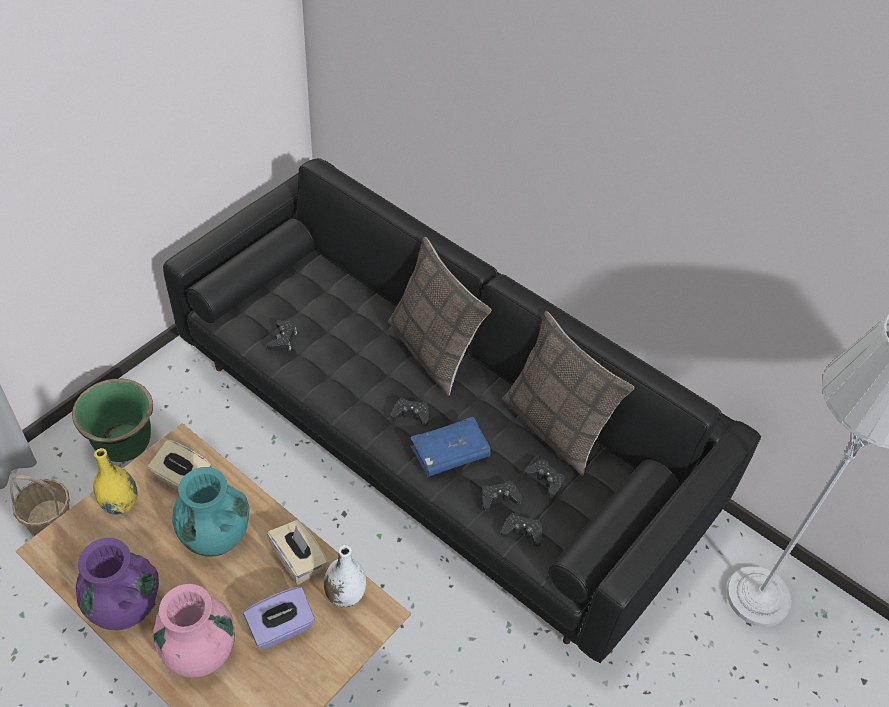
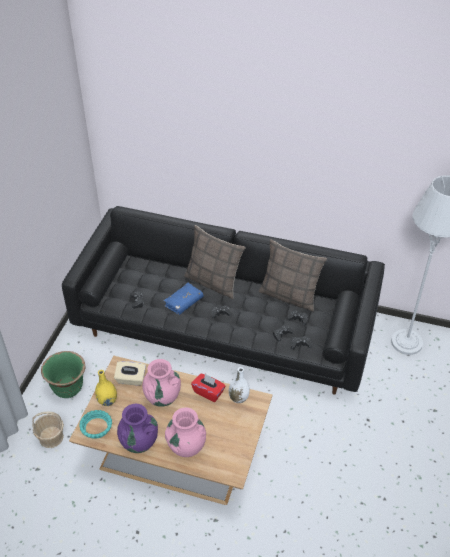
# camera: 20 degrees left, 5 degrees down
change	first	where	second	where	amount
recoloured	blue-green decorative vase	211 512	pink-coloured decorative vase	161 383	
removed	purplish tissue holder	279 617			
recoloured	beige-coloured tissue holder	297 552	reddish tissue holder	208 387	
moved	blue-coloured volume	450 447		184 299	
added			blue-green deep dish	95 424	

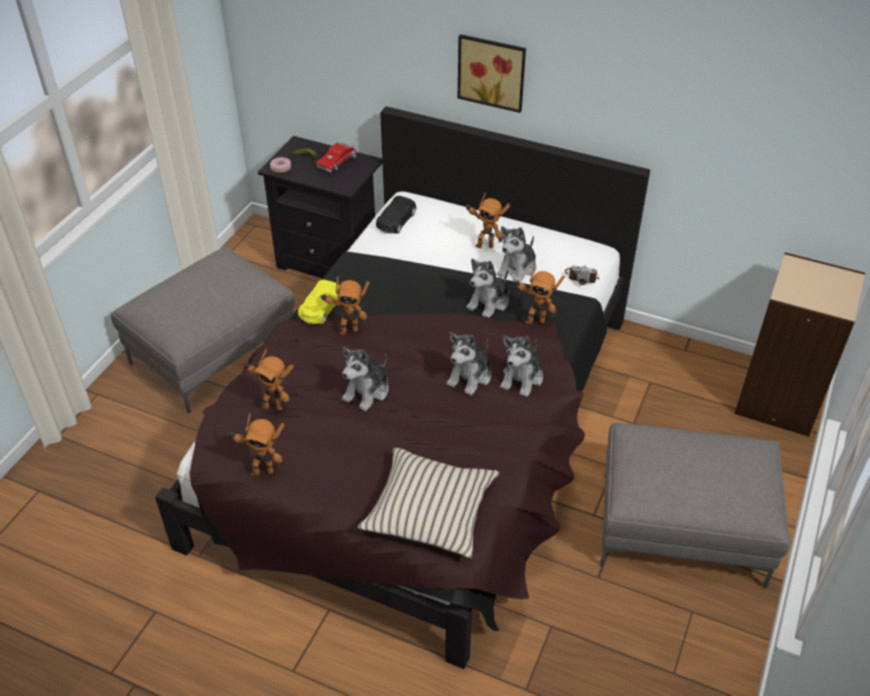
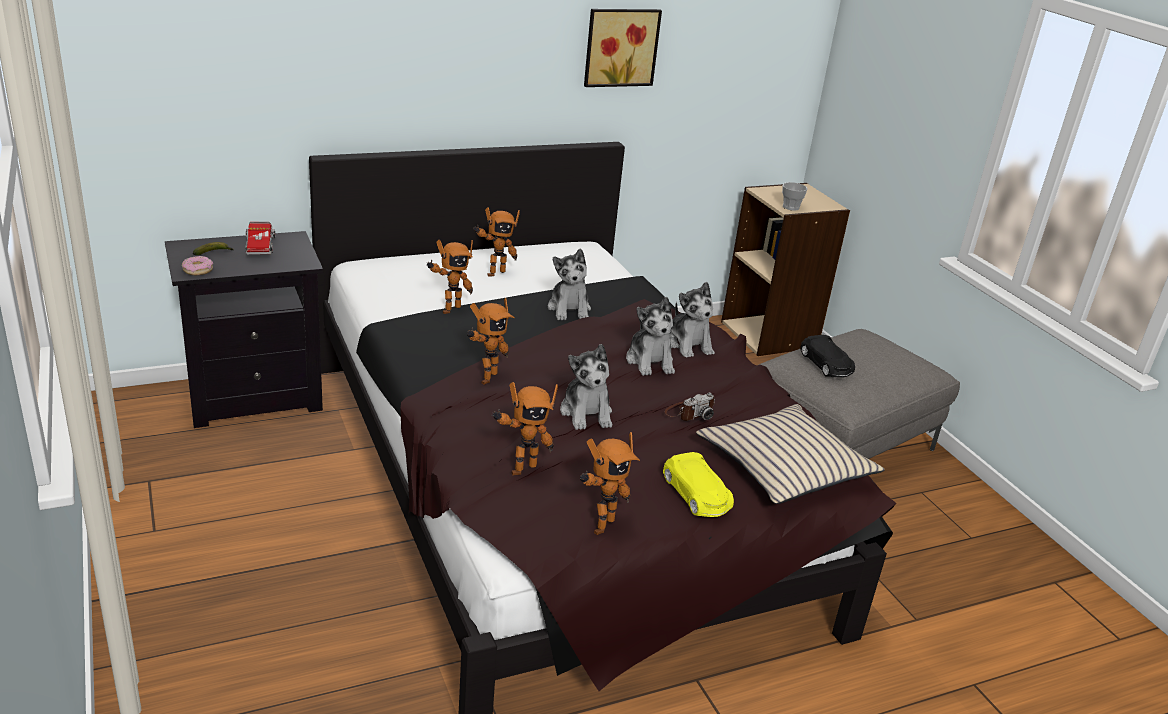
# camera: 50 degrees left, 15 degrees down
change	first	where	second	where	amount
removed	greyish footrest	203 330			
moved	yellow model car	318 302		698 484	
moved	blackish model car	396 215		827 356	
moved	wall art	492 73		623 48	
removed	plush toy	516 254			
moved	robot figure	539 295		449 277	
moved	photo camera	582 275		690 407	
added			small cup	795 196	

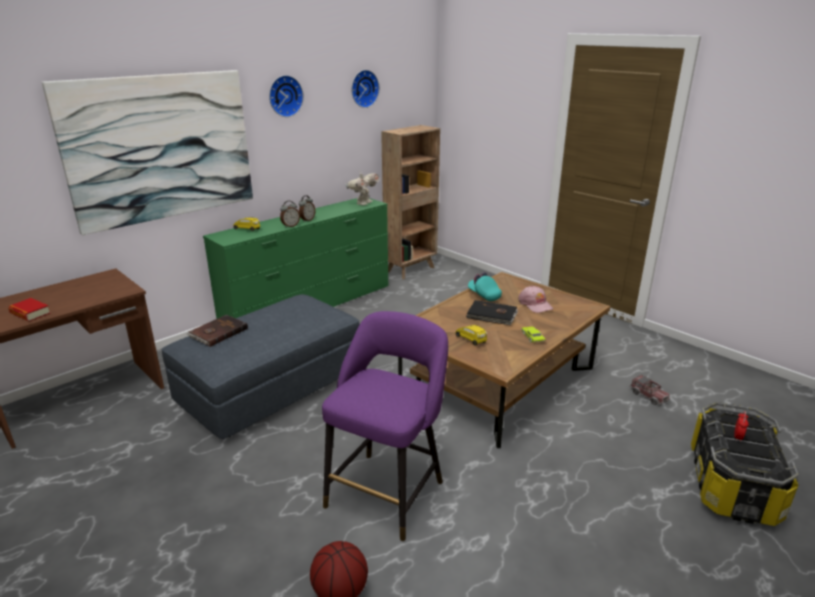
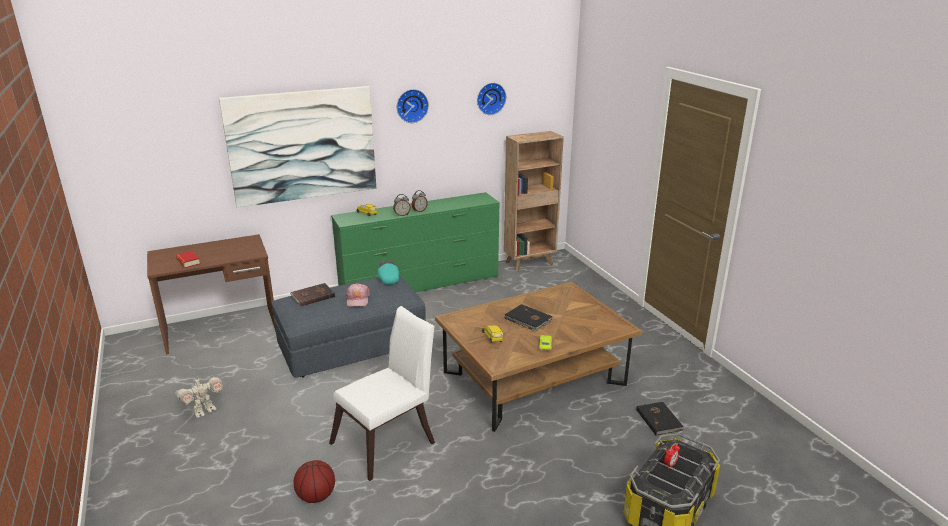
# camera: 20 degrees right, 0 degrees up
change	first	where	second	where	amount
replaced	purplish sitting stool	385 426	white-coloured plain chair	382 393	
moved	robot figure	362 188		199 397	
moved	blue-green baseball cap	485 286		388 272	
moved	pink-coloured baseball cap	535 299		358 295	
replaced	model truck	649 390	blackish volume	660 418	

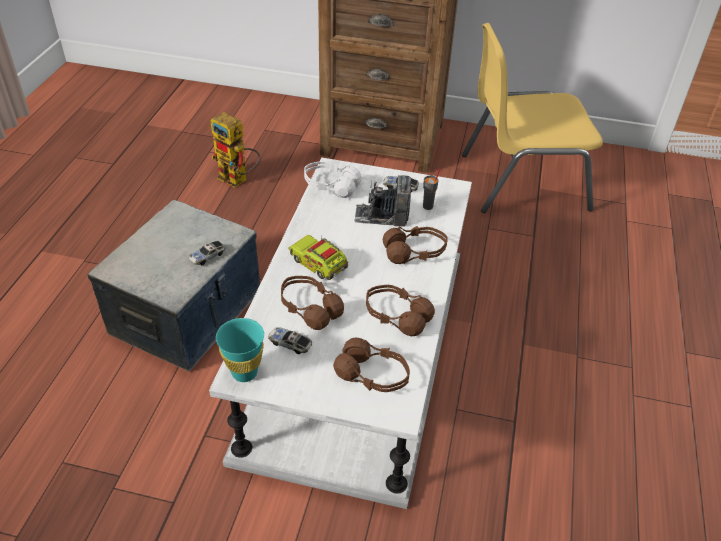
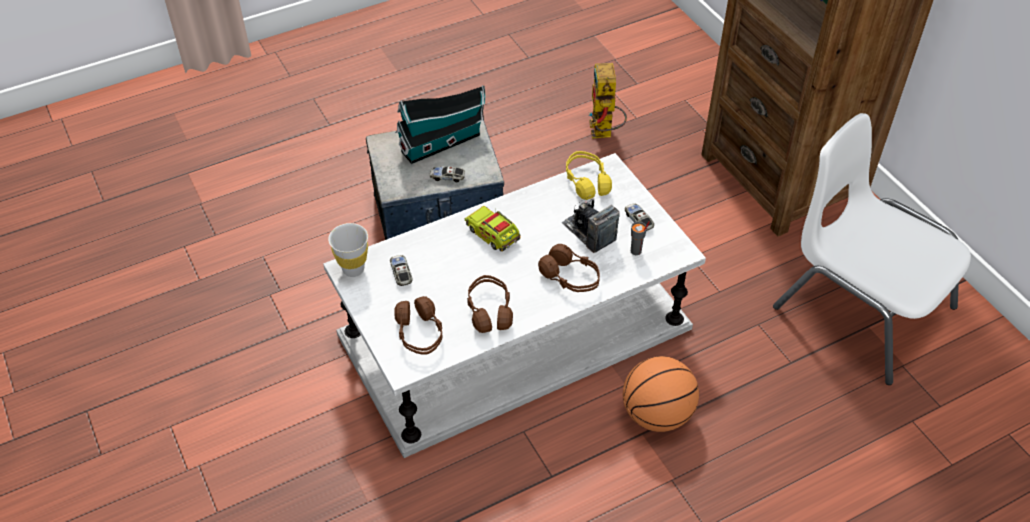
# camera: 50 degrees right, 5 degrees up
change	first	where	second	where	amount
recoloured	blue-green small cup	240 350	white-coloured small cup	348 250	
removed	brownish headphones	312 303			
turned	model truck	318 257		493 229	45 degrees counterclockwise
recoloured	white-coloured headphones	333 179	yellow headphones	589 175	
recoloured	yellow plain chair	532 118	white-coloured plain chair	872 249	
added			toy house	440 124	
added			basketball	661 394	

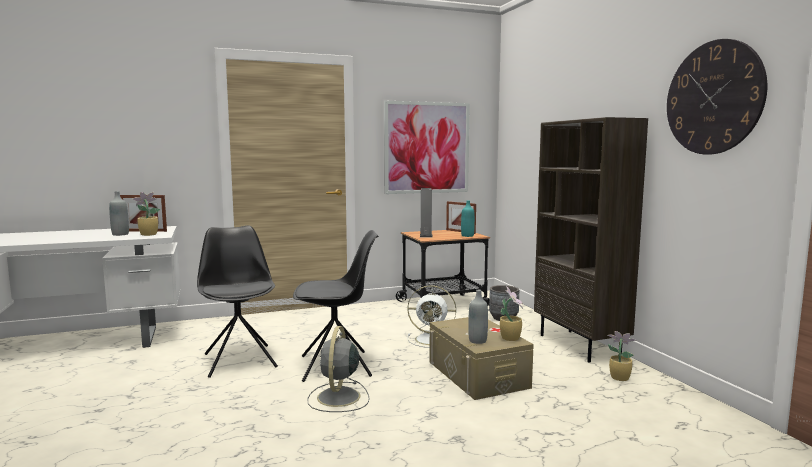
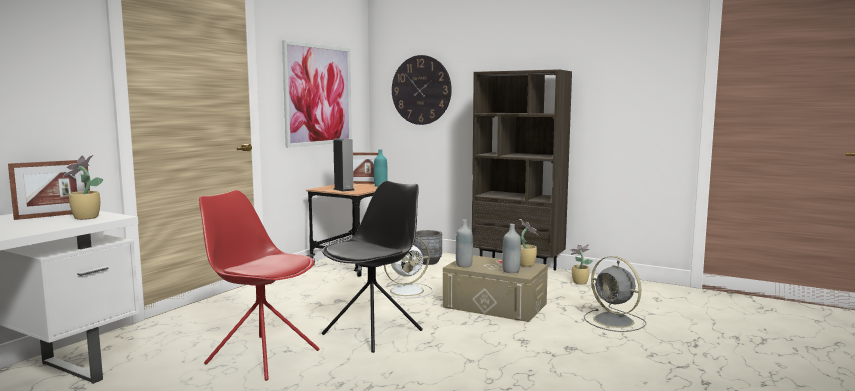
# camera: 40 degrees left, 0 degrees up
change	first	where	second	where	amount
moved	greyish beverage bottle	119 213		464 243	
recoloured	blackish plain chair	237 301	reddish plain chair	259 285	
moved	greyish electric fan	338 369		615 294	
moved	wall clock	717 96		422 90	

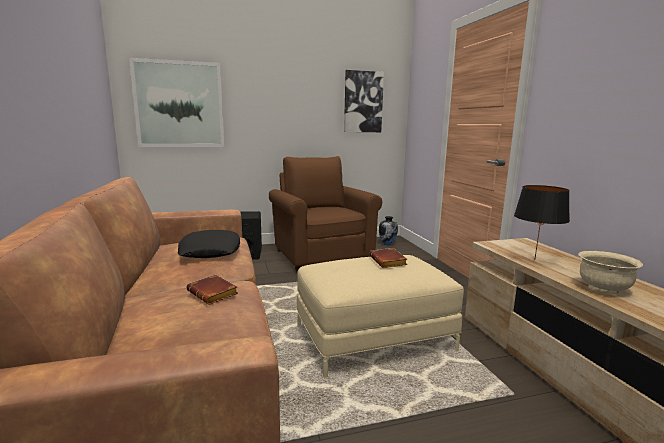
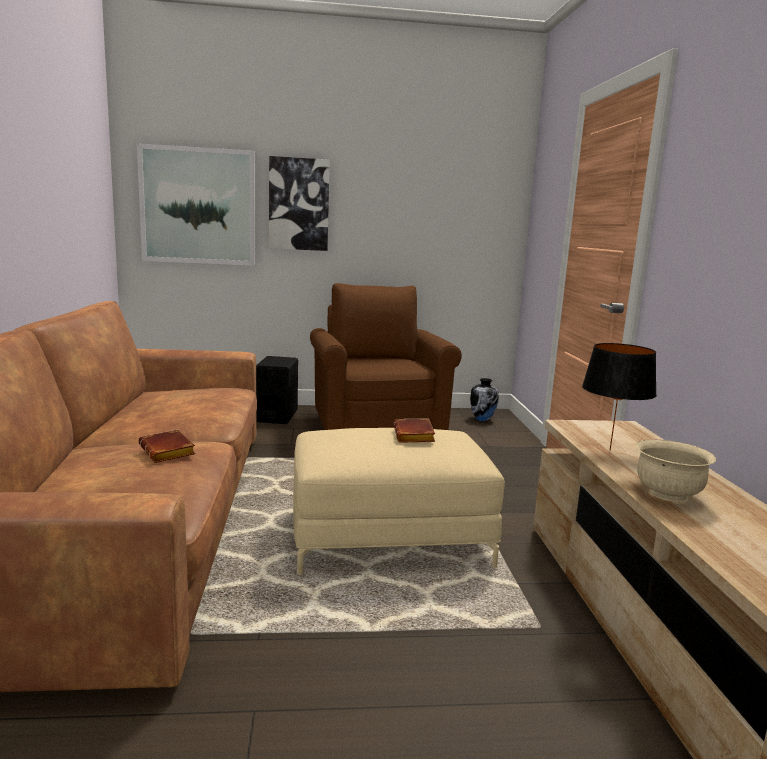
# camera: 10 degrees right, 0 degrees up
change	first	where	second	where	amount
removed	blackish throw pillow	209 244			
moved	wall art	364 101		299 203	

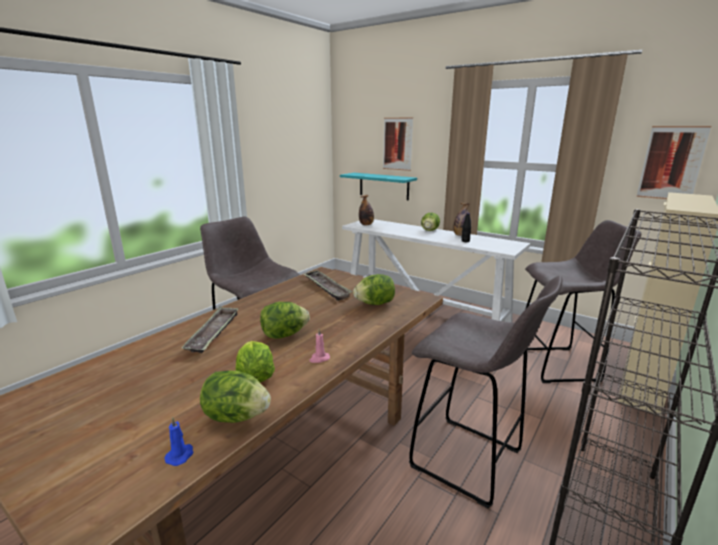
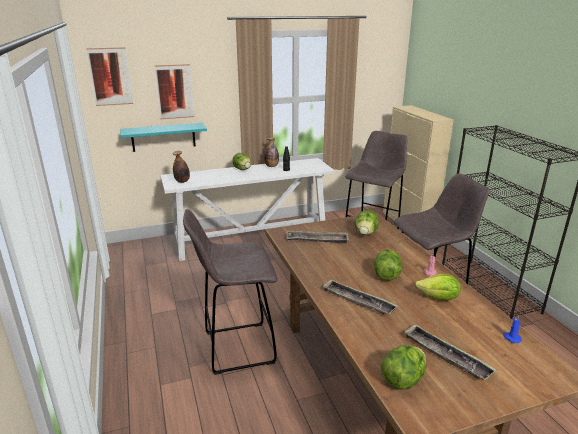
# camera: 55 degrees left, 5 degrees up
change	first	where	second	where	amount
moved	lettuce	235 396		403 367	
moved	wall art	673 162		109 76	
added			serving tray	450 352	

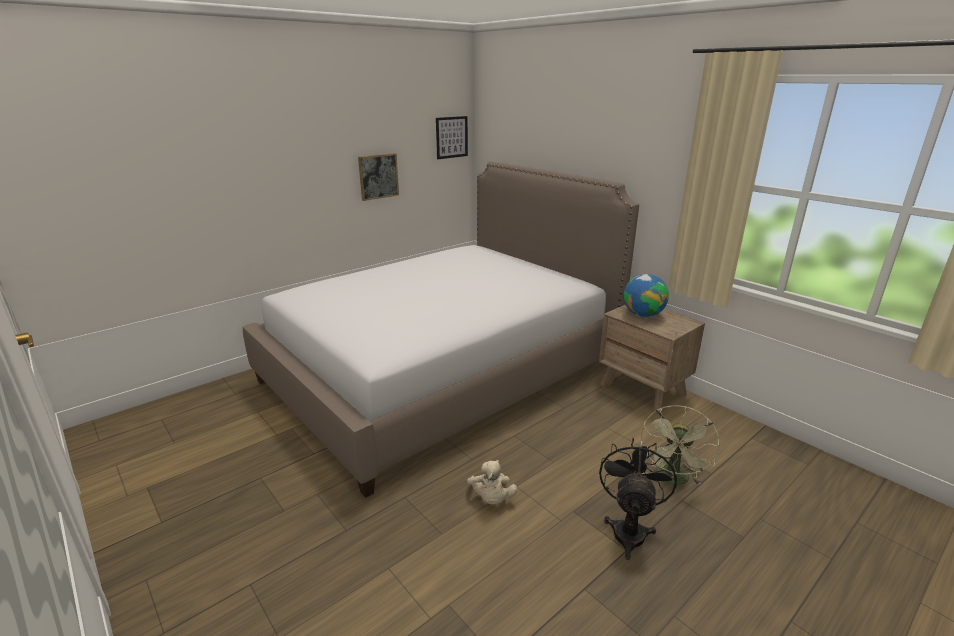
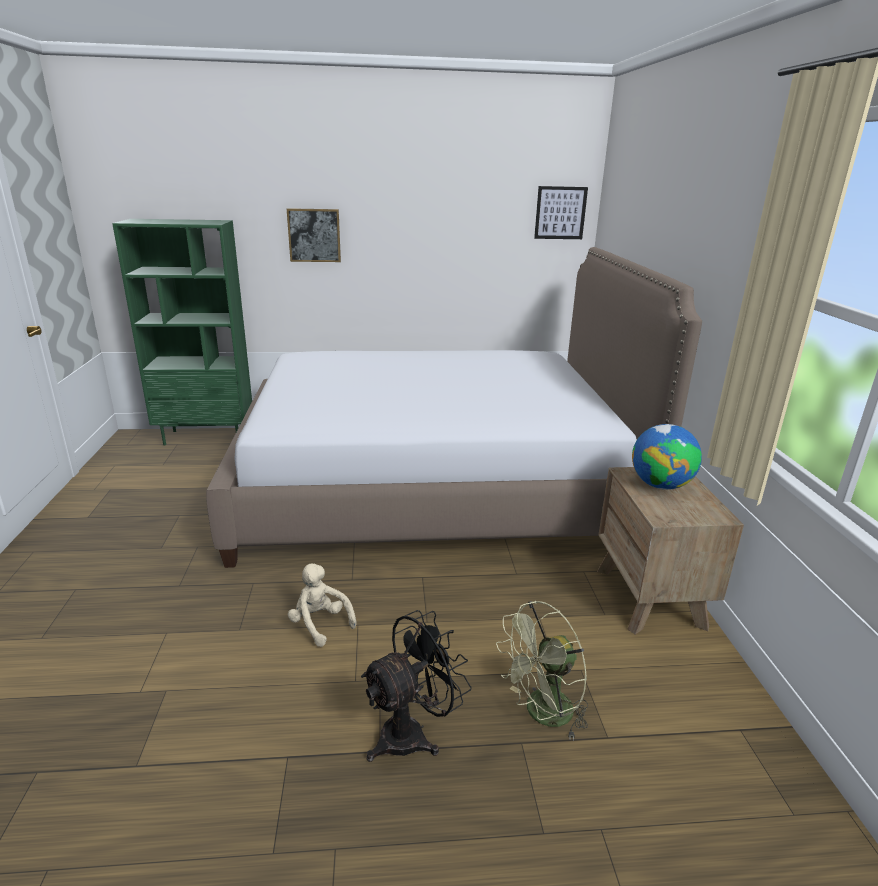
# camera: 35 degrees right, 0 degrees up
change	first	where	second	where	amount
moved	wall art	378 177		314 235	
turned	beige-coloured plush toy	492 482		322 605	105 degrees clockwise
added			greenish shelving unit	182 332	

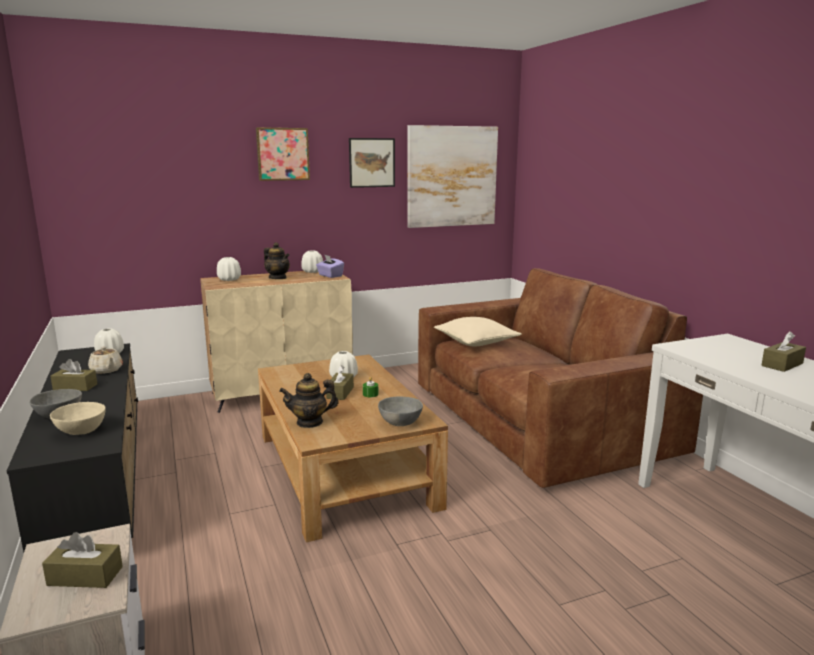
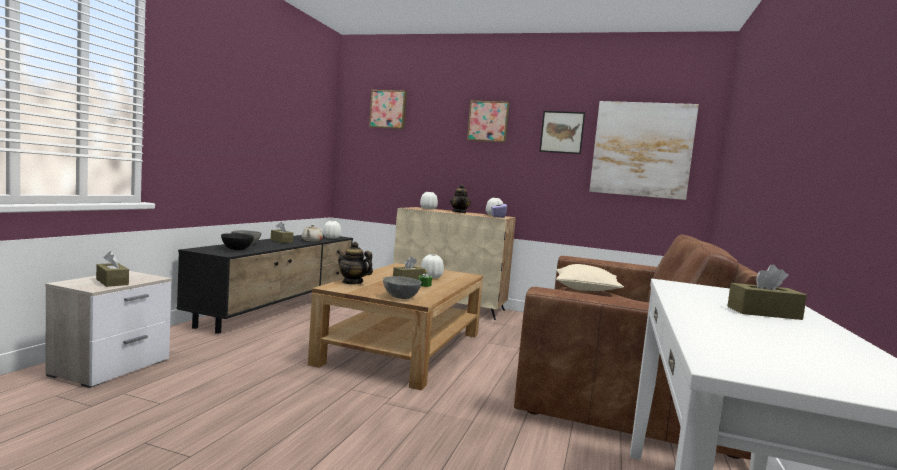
# camera: 40 degrees right, 10 degrees down
change	first	where	second	where	amount
recoloured	beige-coloured deep dish	78 418	blackish deep dish	237 241	
added			wall art	388 109	

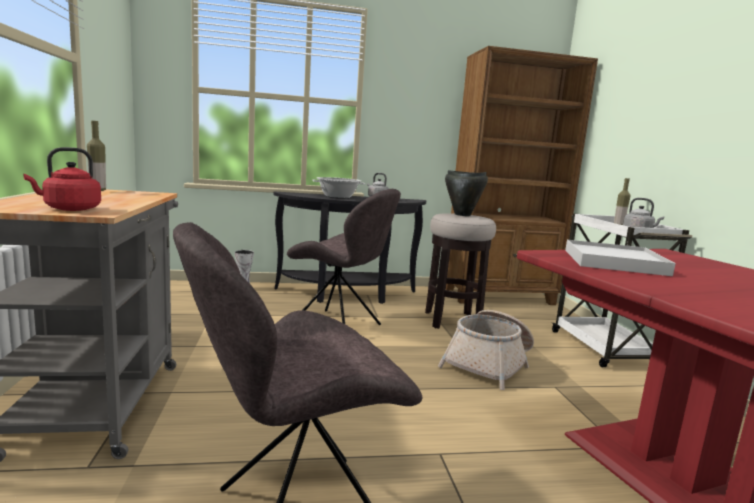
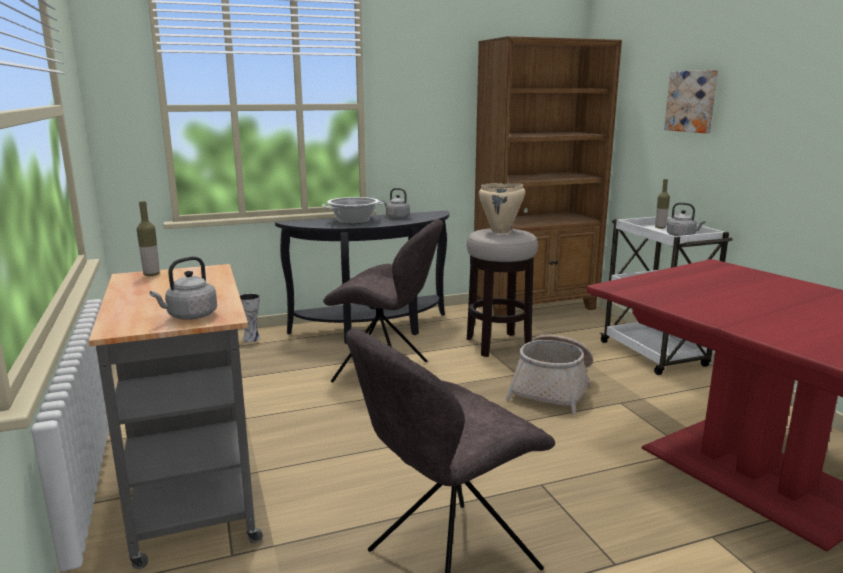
# camera: 10 degrees left, 5 degrees up
change	first	where	second	where	amount
recoloured	reddish kettle	62 179	greyish kettle	183 288	
recoloured	blackish saucepot	466 193	beige-coloured saucepot	502 208	
removed	white-coloured serving tray	620 258			
added			wall art	691 101	

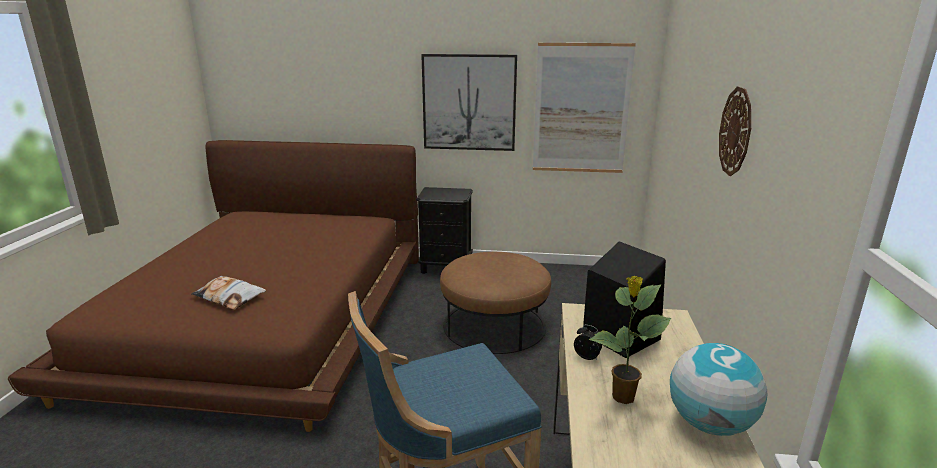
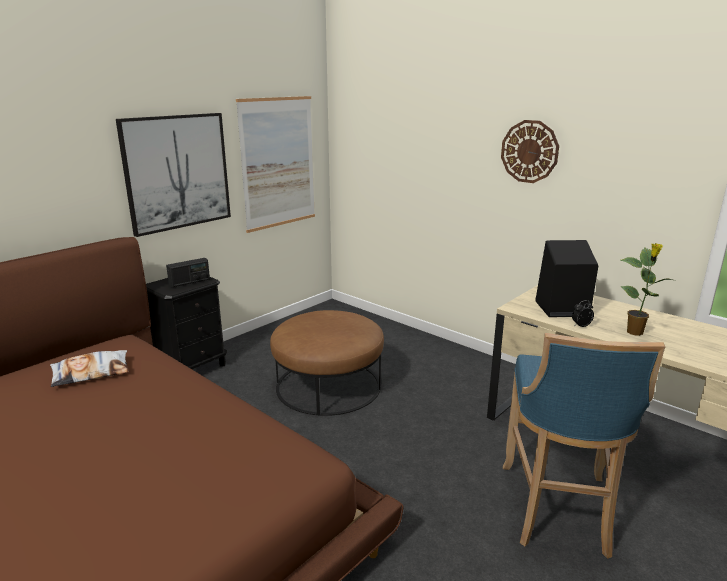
# camera: 55 degrees left, 0 degrees up
change	first	where	second	where	amount
moved	throw pillow	228 293		89 368	
removed	world globe	719 389			
added			radio set	188 272	

